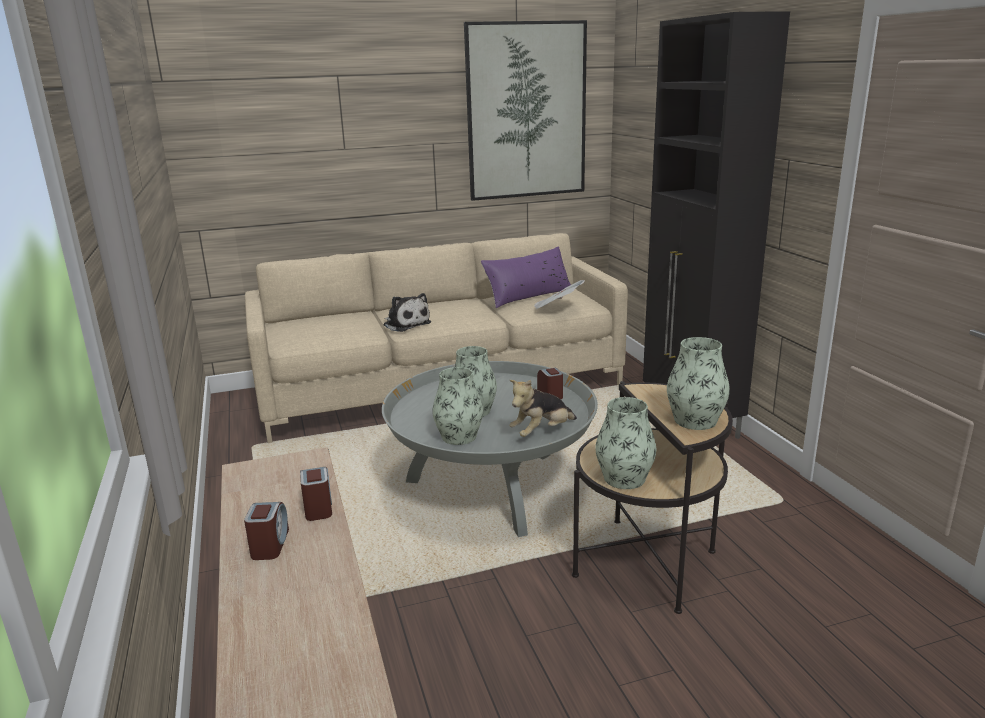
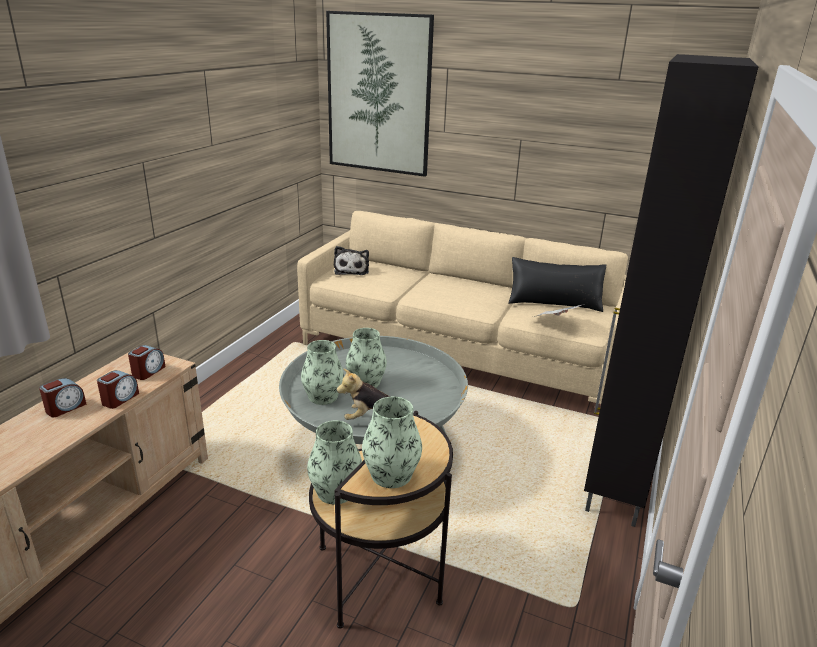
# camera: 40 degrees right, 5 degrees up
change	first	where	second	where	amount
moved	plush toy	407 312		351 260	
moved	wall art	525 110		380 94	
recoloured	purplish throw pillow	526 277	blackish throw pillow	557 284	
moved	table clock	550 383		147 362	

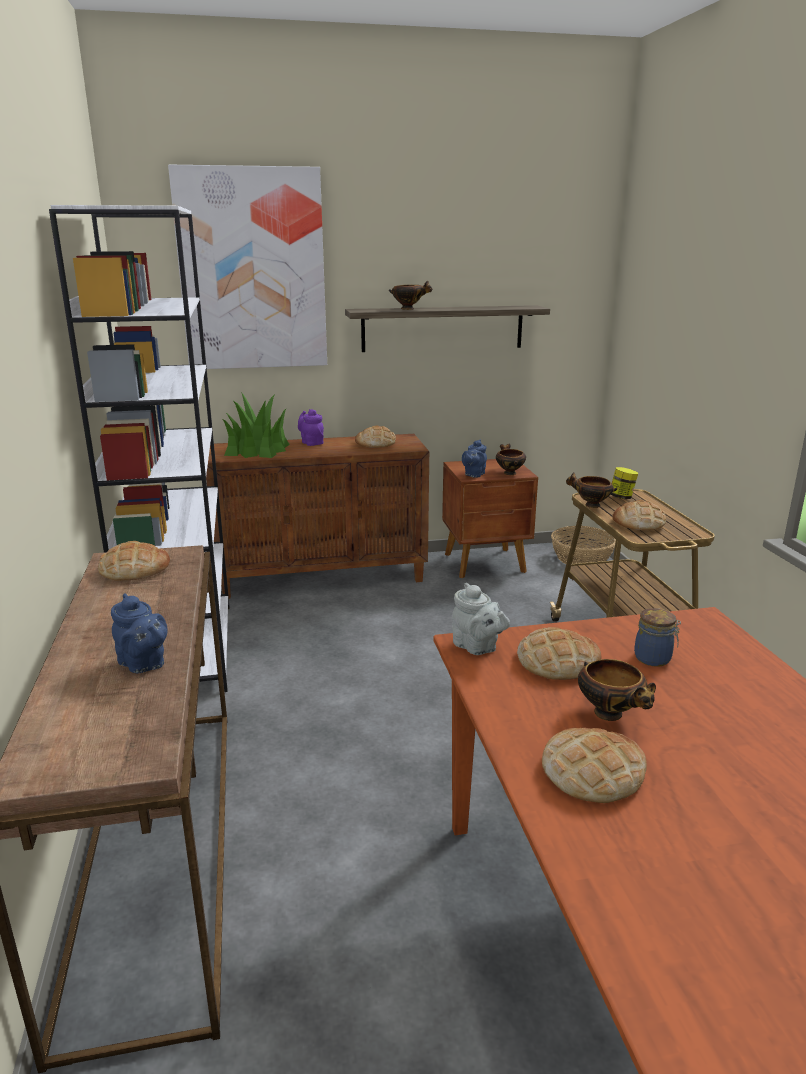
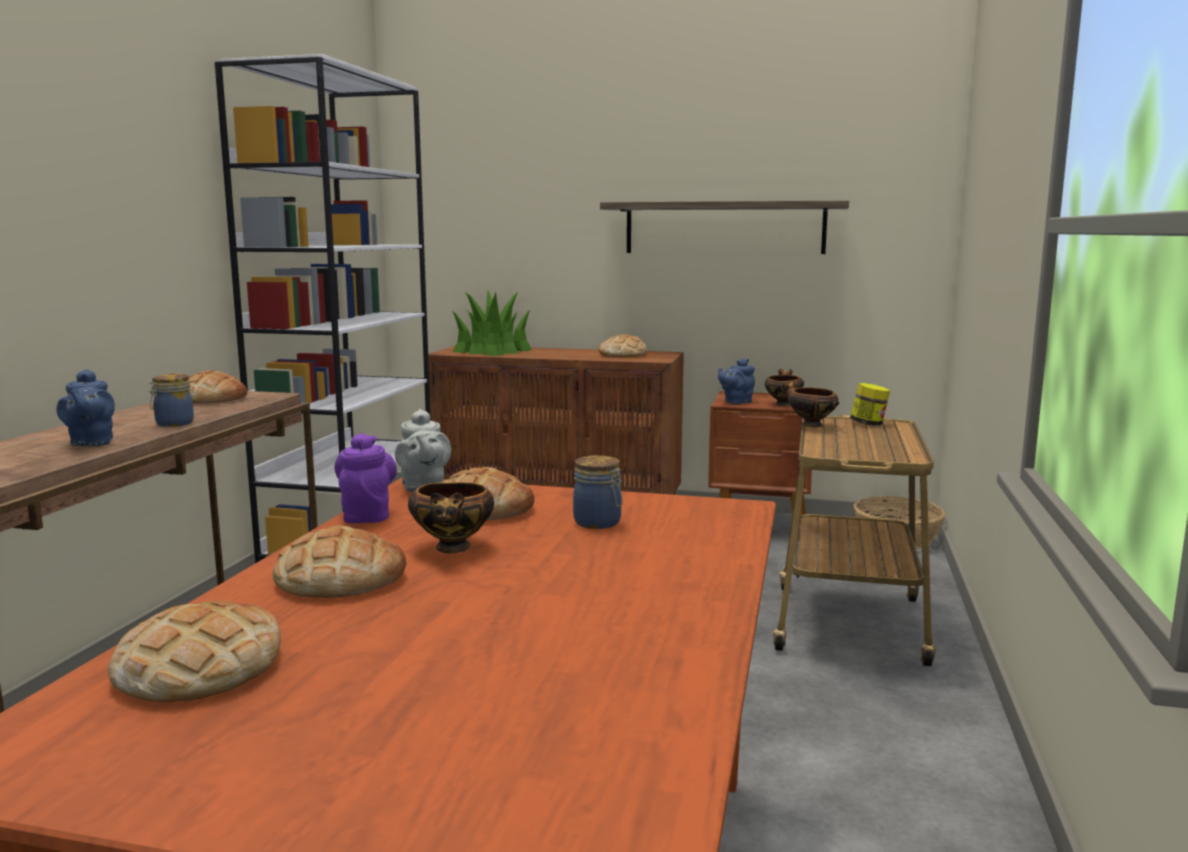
# camera: 25 degrees right, 10 degrees down
change	first	where	second	where	amount
removed	wall art	247 267			
moved	purplish tea pot	311 427		366 478	
removed	deep dish	410 295			
moved	bread	639 515		194 651	
added			preserve jar	171 400	

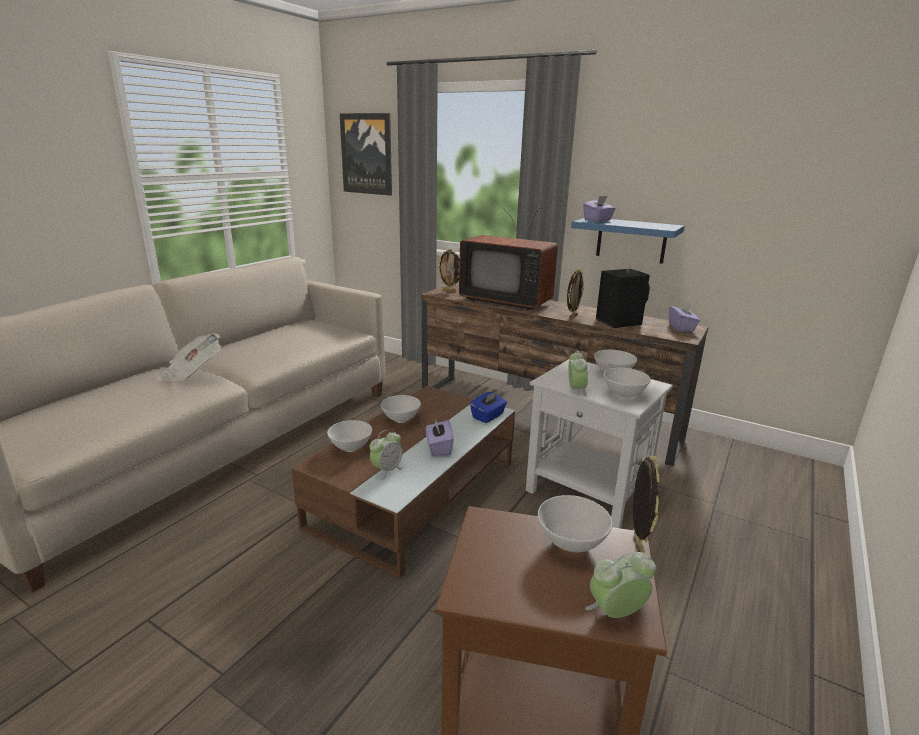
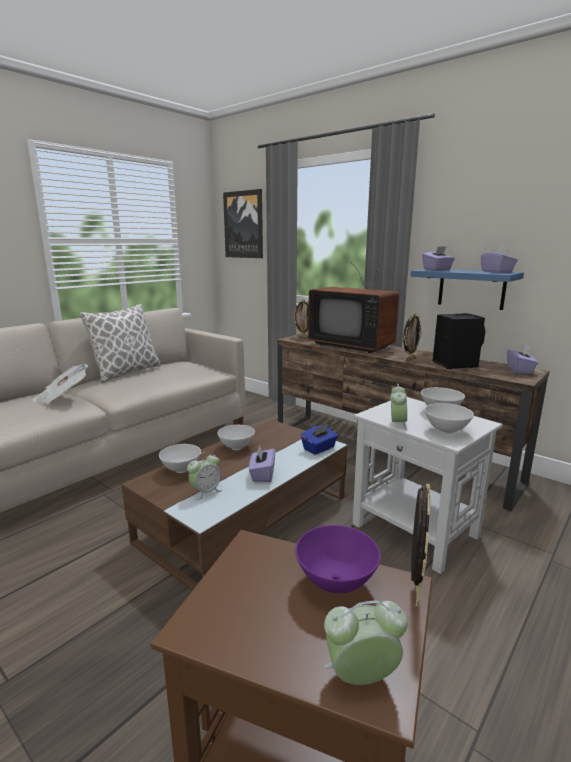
# camera: 10 degrees right, 5 degrees down
change	first	where	second	where	amount
recoloured	white-coloured deep dish	575 523	purplish deep dish	338 559	
added			throw pillow	120 343	
added			purplish tissue holder	499 260	

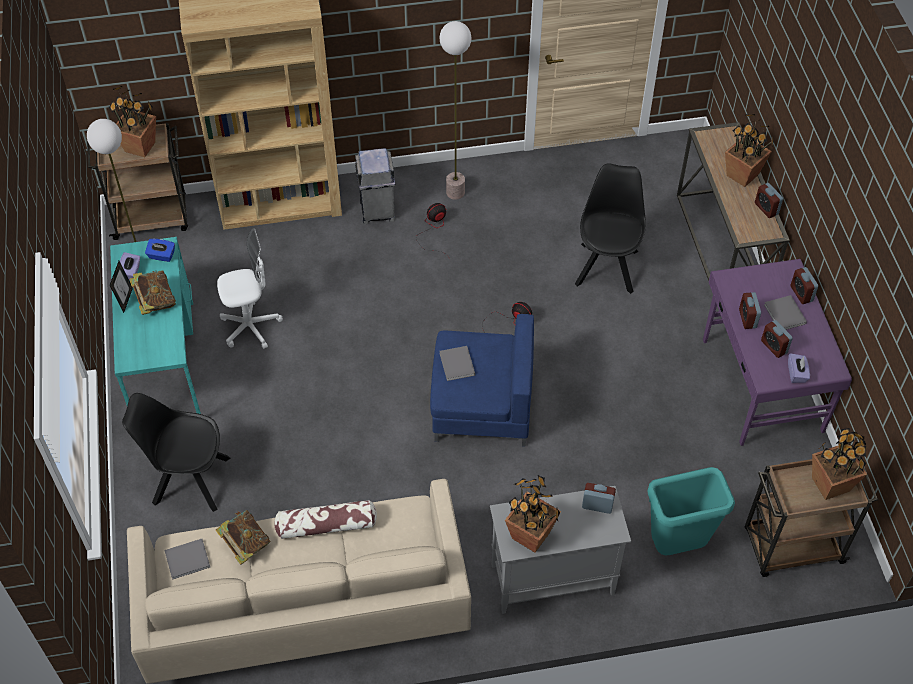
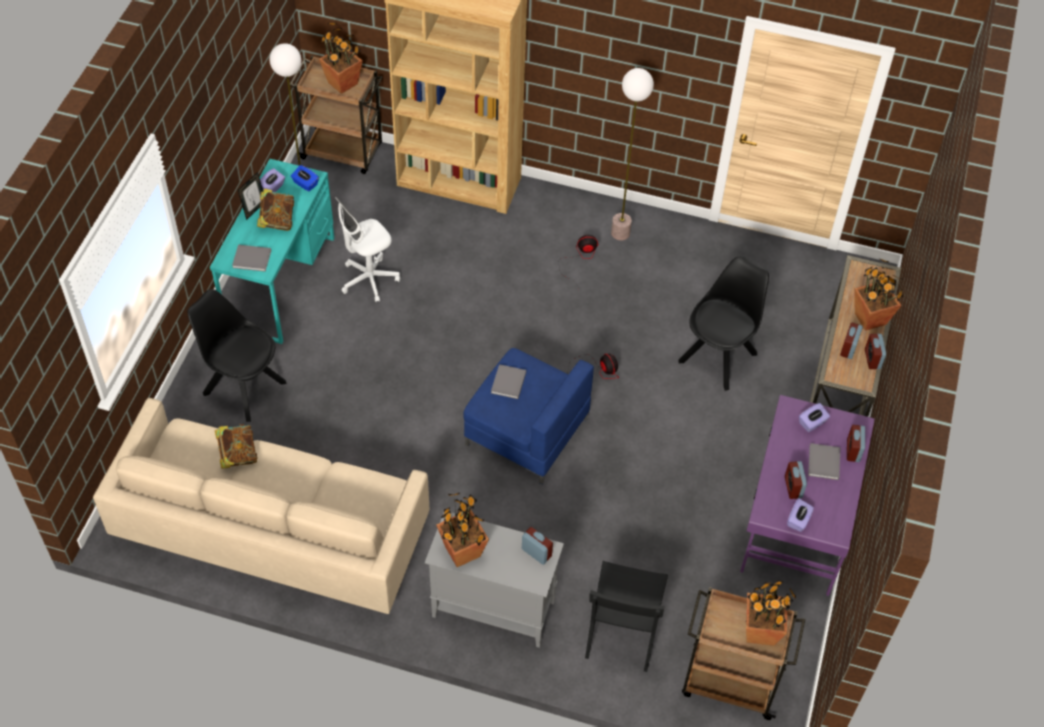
# camera: 25 degrees right, 0 degrees up
change	first	where	second	where	amount
moved	greyish volume	187 559		251 258	
turned	white-coloured office chair	250 288		367 249	135 degrees clockwise
removed	throw pillow	325 519			
removed	greyish waste bin	375 186			
replaced	blue-green waste bin	691 511	blackish plain chair	626 616	
moved	table clock	750 310		851 340	
added			purplish tissue holder	814 417	

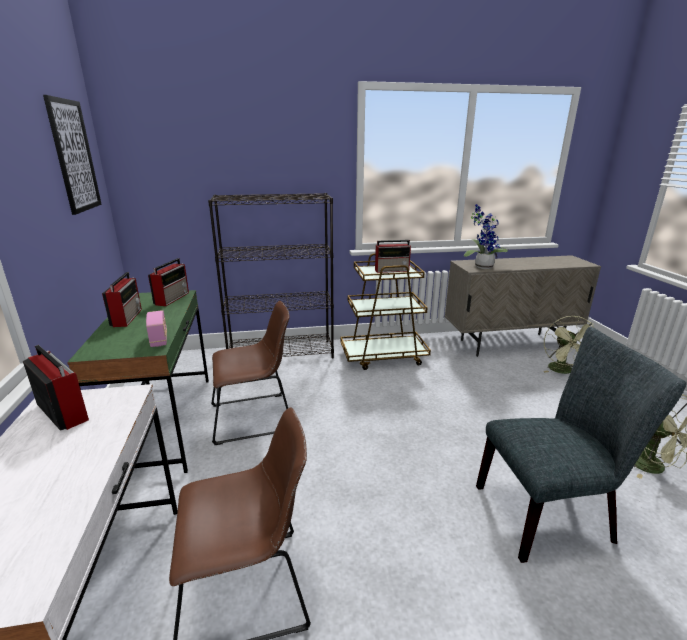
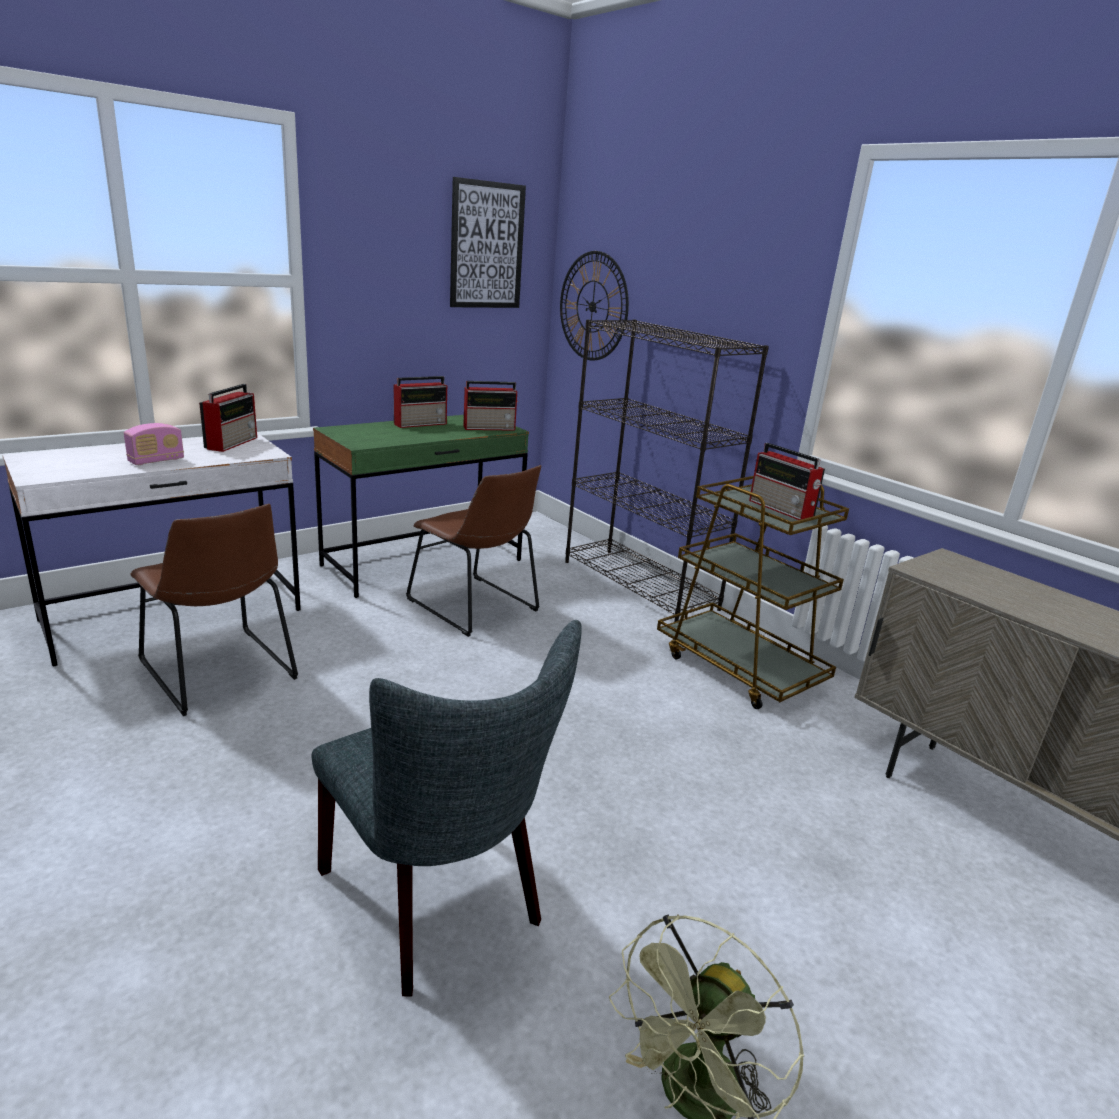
# camera: 60 degrees right, 0 degrees up
change	first	where	second	where	amount
moved	radio set	156 328		154 444	
removed	houseplant	486 236			
removed	greenish electric fan	568 345			
added			wall clock	594 306	

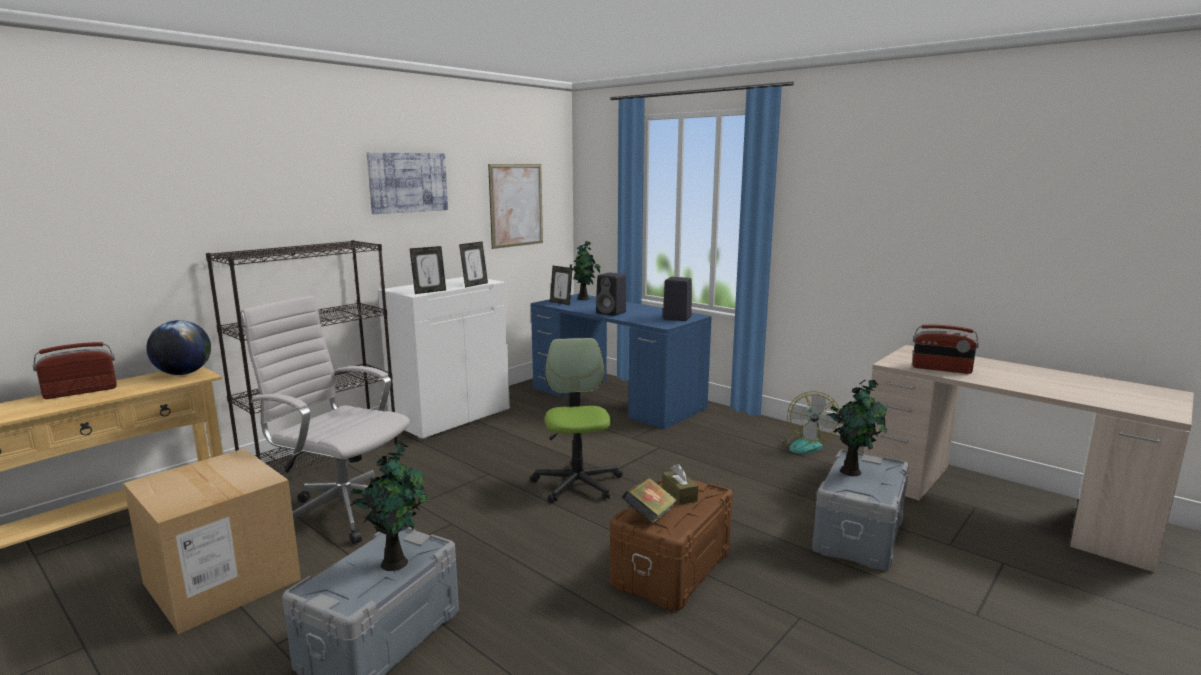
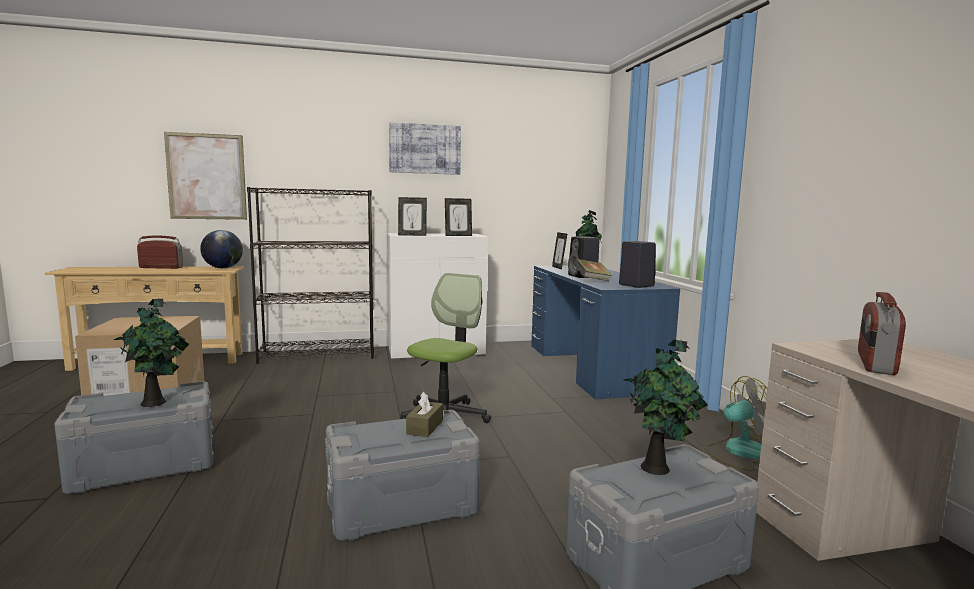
# camera: 35 degrees right, 5 degrees down
change	first	where	second	where	amount
removed	white-coloured office chair	325 419			
moved	wall art	515 206		205 176	
recoloured	brownish storage bin	671 544	greyish storage bin	402 475	
moved	volume	649 500		592 269	
turned	electric fan	809 422		736 423	150 degrees counterclockwise
turned	radio set	945 349		882 333	60 degrees clockwise

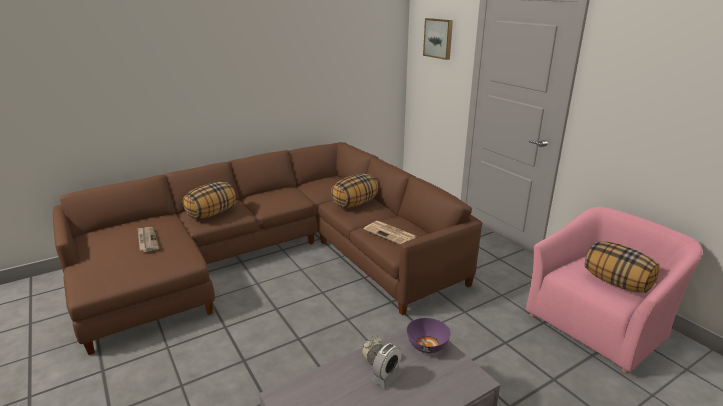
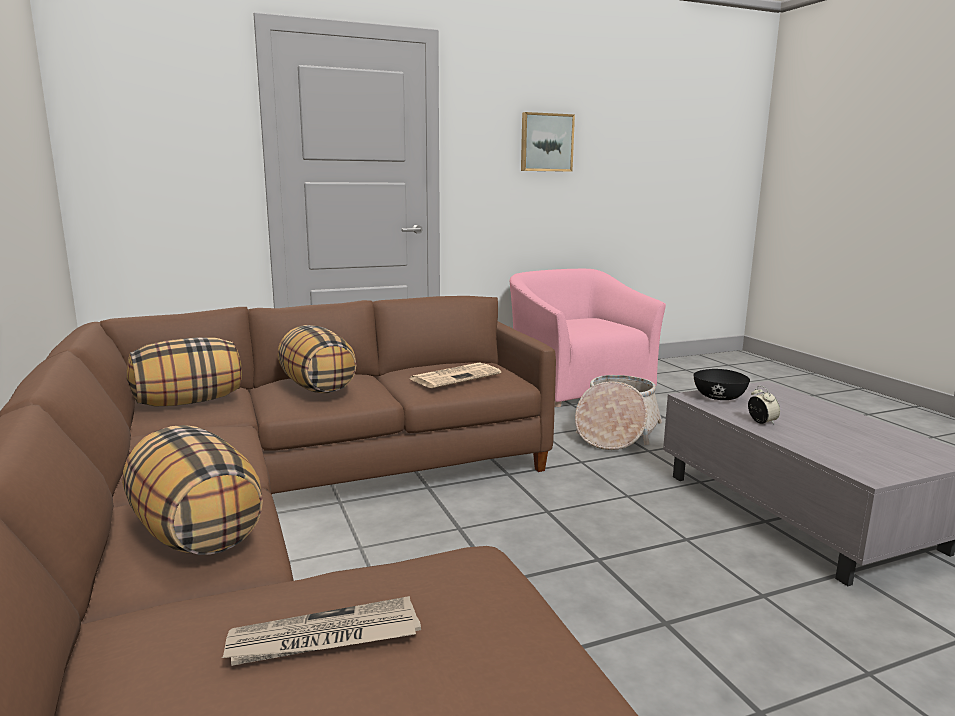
# camera: 80 degrees left, 10 degrees down
change	first	where	second	where	amount
removed	table clock	387 365			
recoloured	purplish deep dish	429 335	blackish deep dish	721 384	
moved	wall art	438 39		548 142	
moved	throw pillow	622 267		184 371	
added			storage basket	618 412	

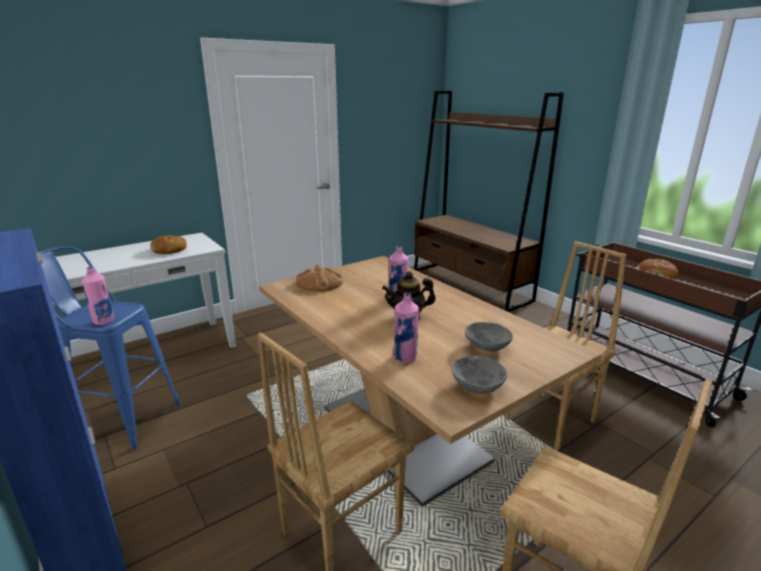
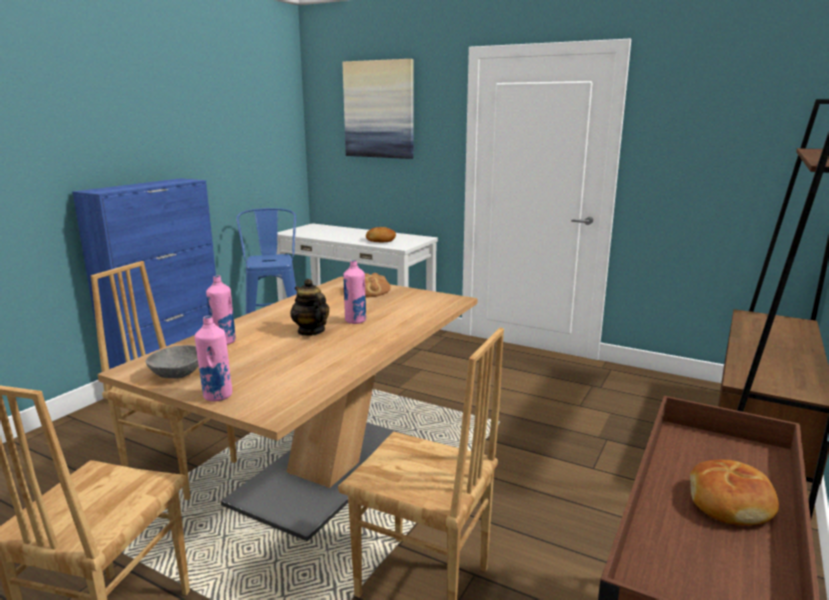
# camera: 65 degrees right, 5 degrees down
change	first	where	second	where	amount
moved	pink-coloured beverage bottle	98 295		213 359	
removed	greyish deep dish	489 336			
added			wall art	378 109	

